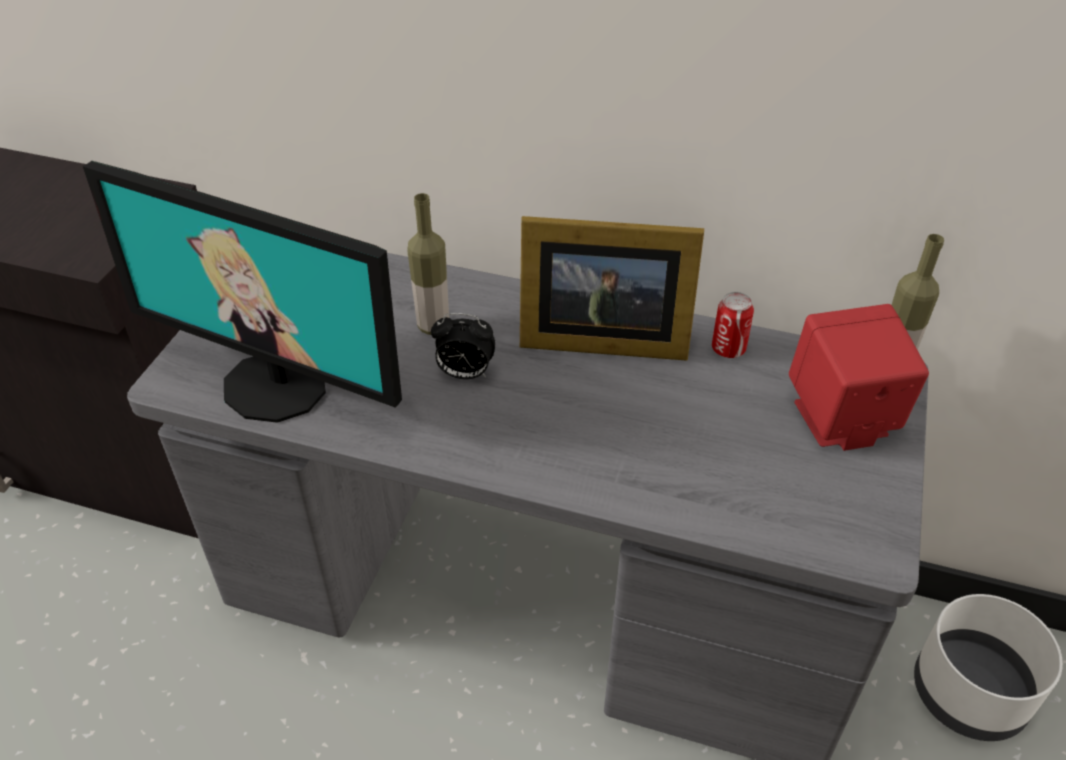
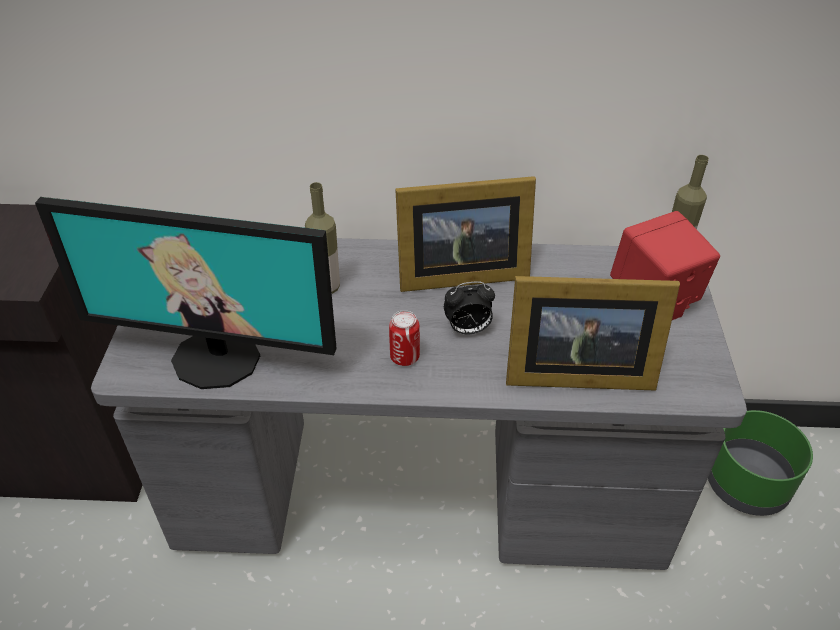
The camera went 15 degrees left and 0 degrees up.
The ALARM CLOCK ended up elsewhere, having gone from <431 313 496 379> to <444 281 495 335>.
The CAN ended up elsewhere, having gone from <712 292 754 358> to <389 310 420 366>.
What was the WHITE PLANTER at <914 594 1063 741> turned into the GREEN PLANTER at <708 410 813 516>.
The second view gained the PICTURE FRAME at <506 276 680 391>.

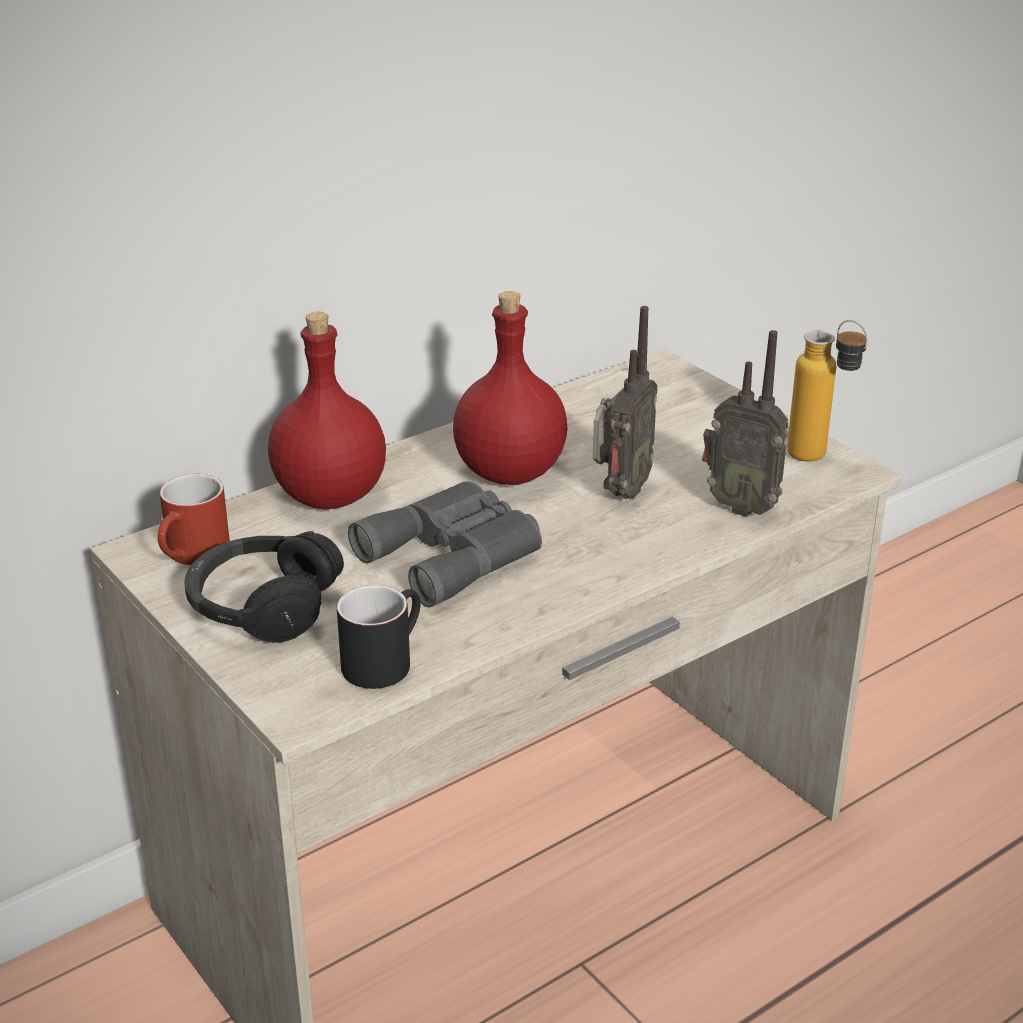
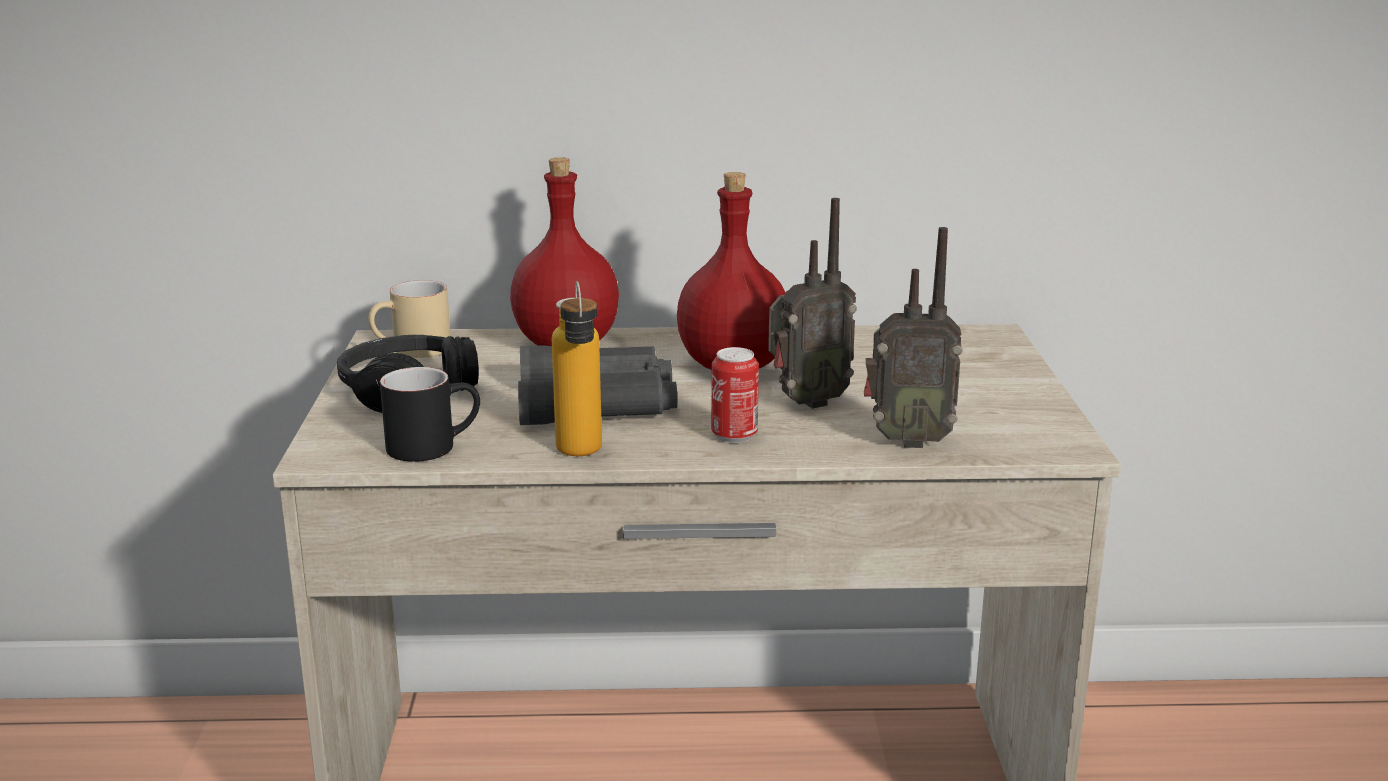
The camera went 35 degrees right and 10 degrees down.
What was the RED MUG at <158 474 230 565> turned into the BEIGE MUG at <368 280 451 358>.
The RADIO at <702 330 789 517> ended up facing another way, 60 degrees counterclockwise from before.
The BOTTLE ended up elsewhere, having gone from <787 320 868 462> to <552 281 602 456>.
The second view gained the CAN at <711 347 759 443>.

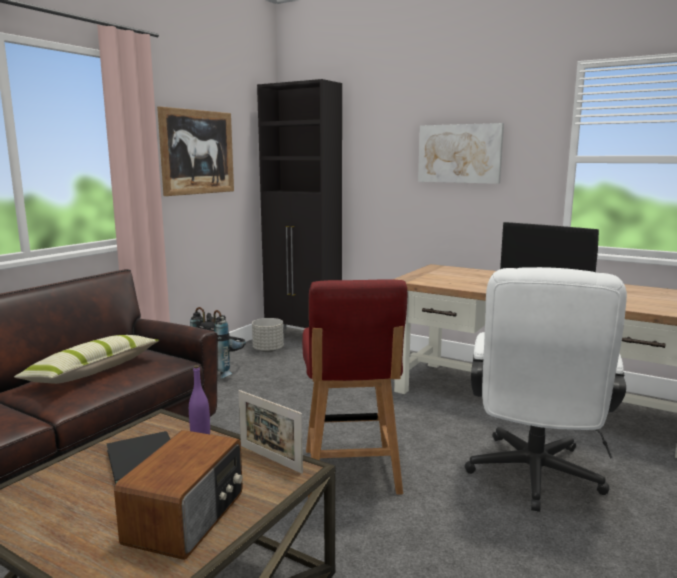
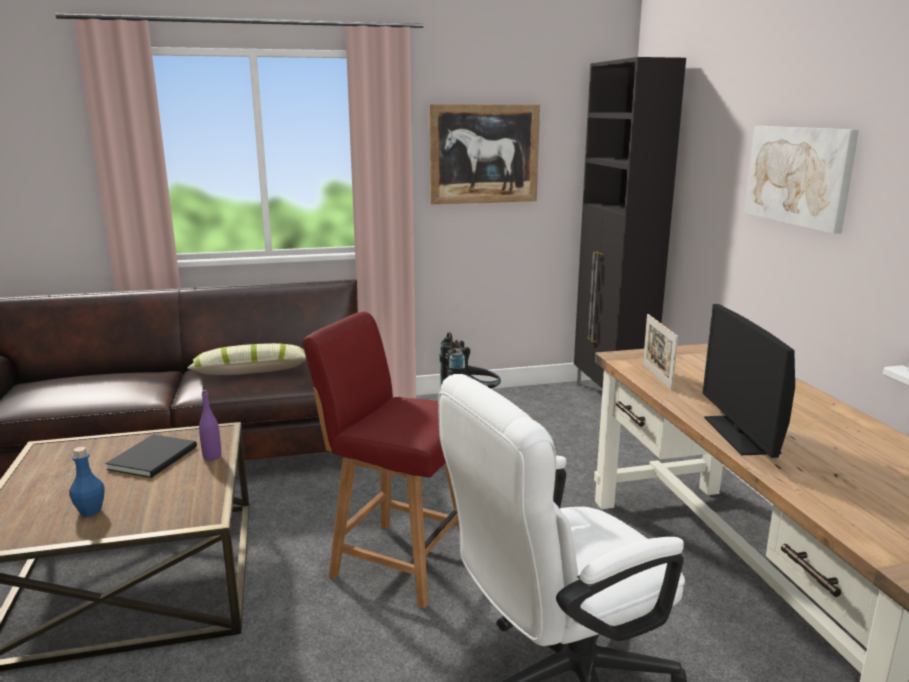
The camera went 45 degrees right and 5 degrees up.
Where the RADIO stood at <114 430 243 560>, the BLUE BOTTLE came to stand at <69 447 105 517>.
The PICTURE FRAME ended up elsewhere, having gone from <238 390 303 474> to <643 314 678 391>.
The second view lost the GREY PLANTER at <252 318 284 352>.
The RED CHAIR at <302 279 408 498> ended up facing another way, 75 degrees clockwise from before.

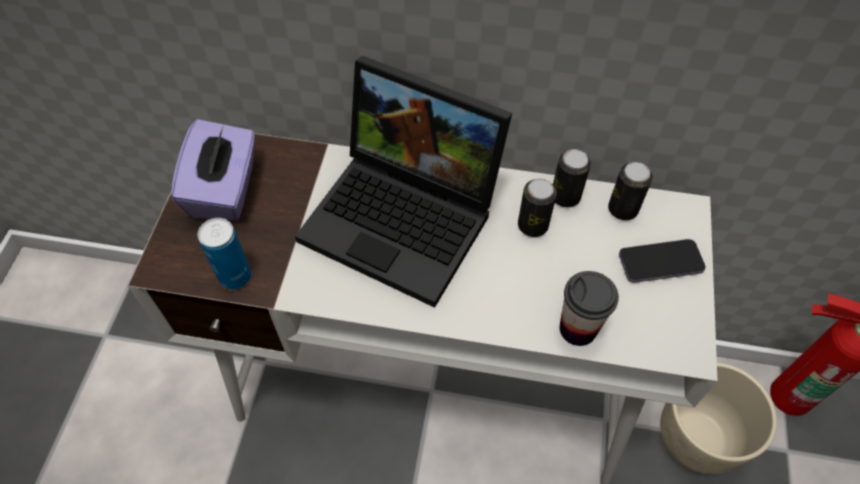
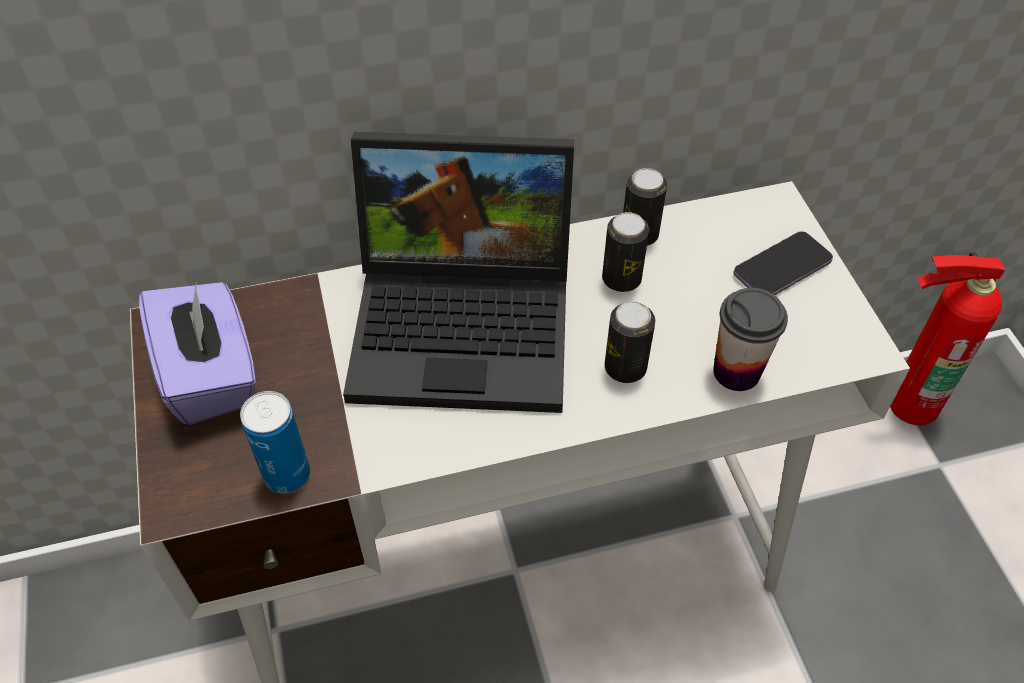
The camera went 25 degrees left and 5 degrees down.
The CAN ended up elsewhere, having gone from <608 162 653 220> to <605 301 655 383>.
The second view lost the BEIGE PLANTER at <660 363 777 474>.

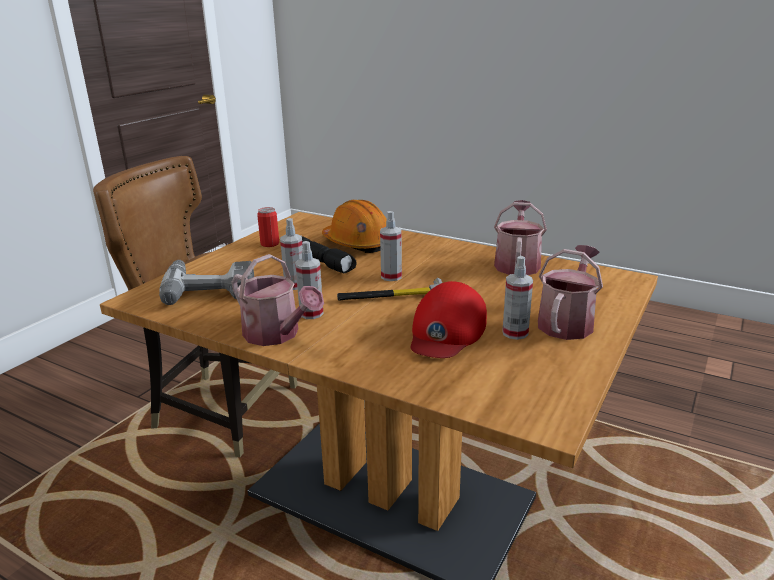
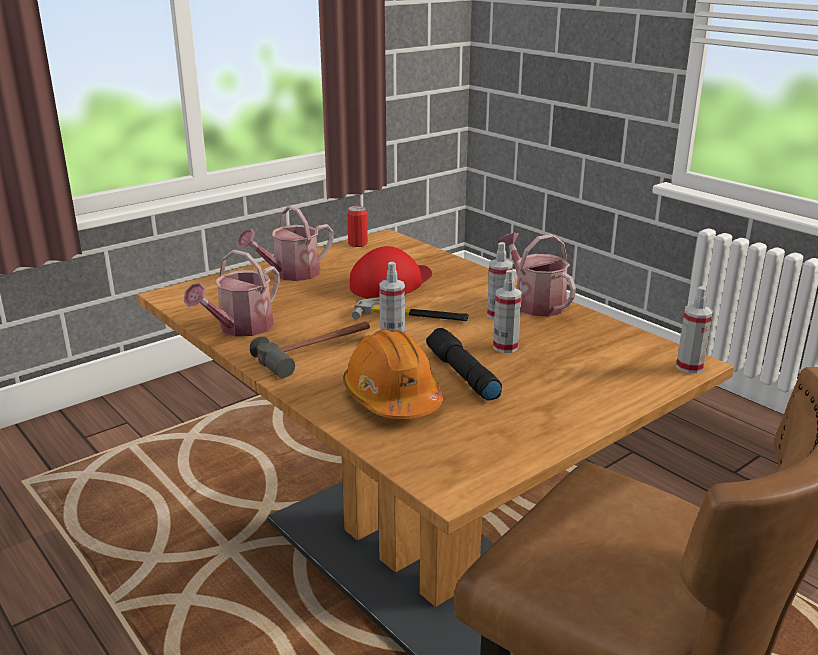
The camera went 160 degrees left and 0 degrees up.
The second view lost the POWER DRILL at <159 260 254 305>.
The CAN ended up elsewhere, having gone from <257 207 279 247> to <347 206 368 247>.
The SPRAY BOTTLE ended up elsewhere, having gone from <502 256 533 340> to <676 286 713 374>.
The second view gained the HAMMER at <250 322 370 378>.

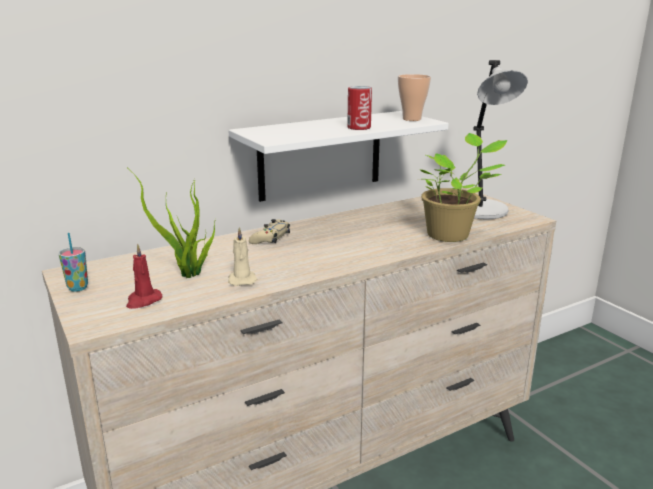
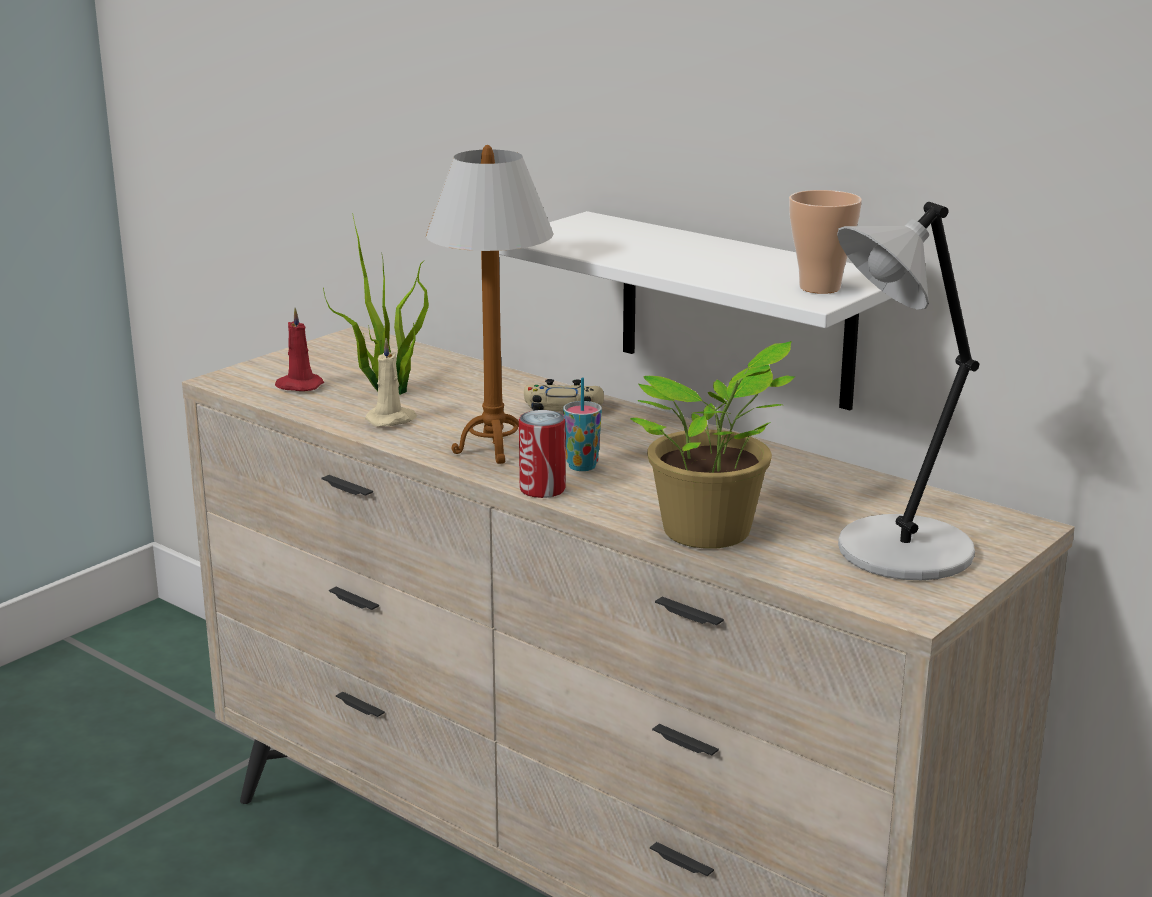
The camera went 70 degrees right and 0 degrees up.
The CUP ended up elsewhere, having gone from <59 233 88 292> to <563 378 602 471>.
The CAN ended up elsewhere, having gone from <347 86 372 130> to <519 410 566 498>.
The second view gained the TABLE LAMP at <426 145 553 464>.

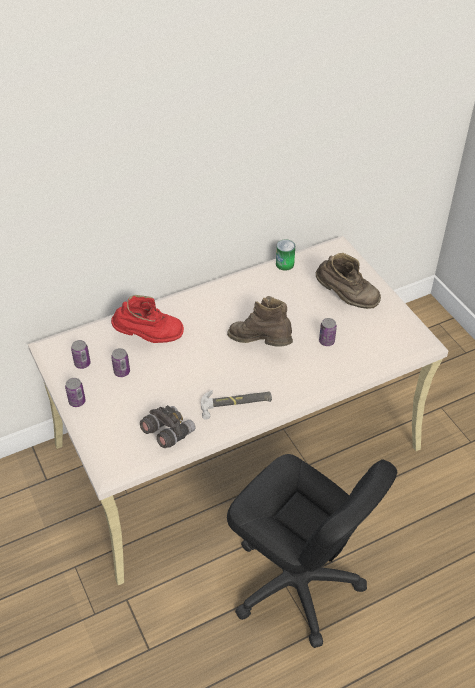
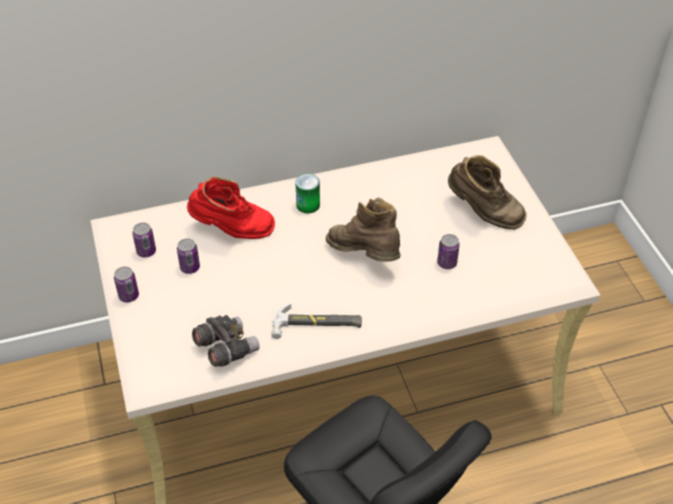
The camera went 10 degrees right and 0 degrees up.
The CAN ended up elsewhere, having gone from <276 240 295 271> to <295 174 320 213>.

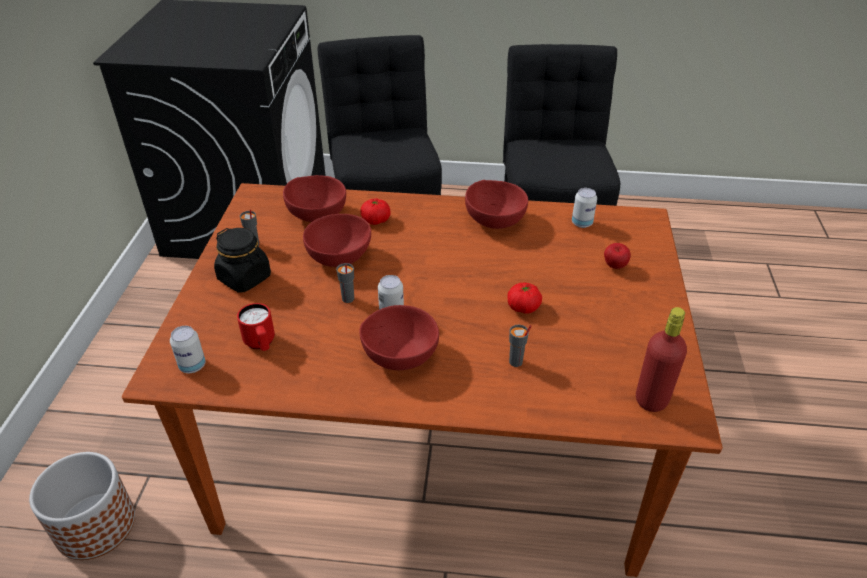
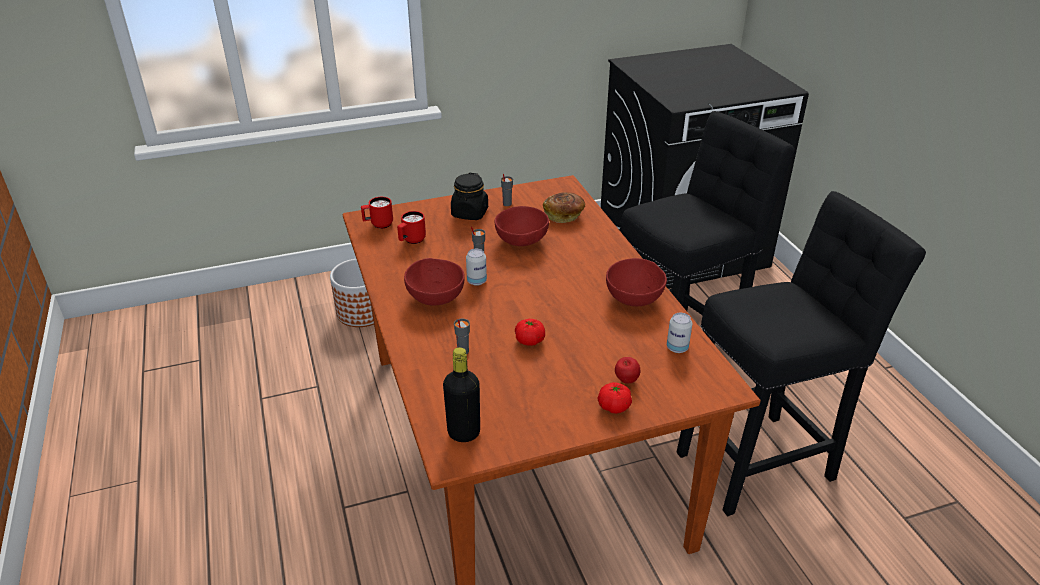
The camera went 65 degrees right and 5 degrees down.
Where the CAN stood at <170 326 206 373>, the RED MUG came to stand at <361 197 393 229>.
Where the RED BOWL stood at <283 175 346 222>, the BREAD came to stand at <543 192 585 223>.
The TOMATO ended up elsewhere, having gone from <360 198 391 225> to <598 382 632 414>.
What was the RED BOTTLE at <636 307 687 412> turned into the BLACK BOTTLE at <443 347 480 442>.

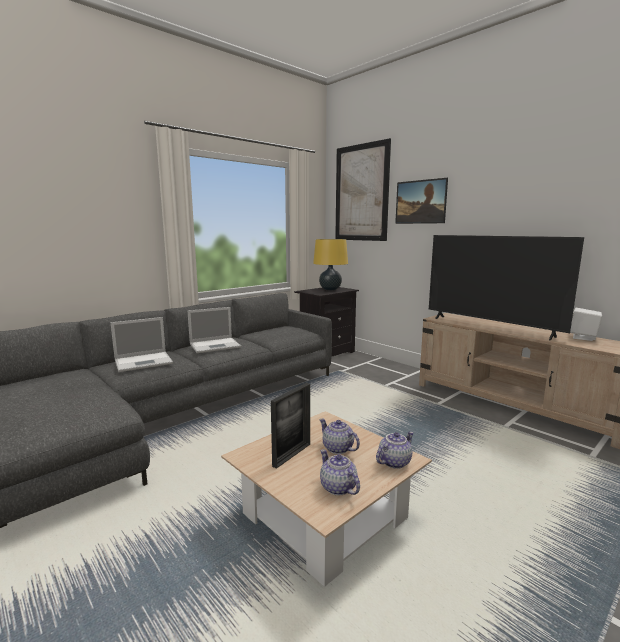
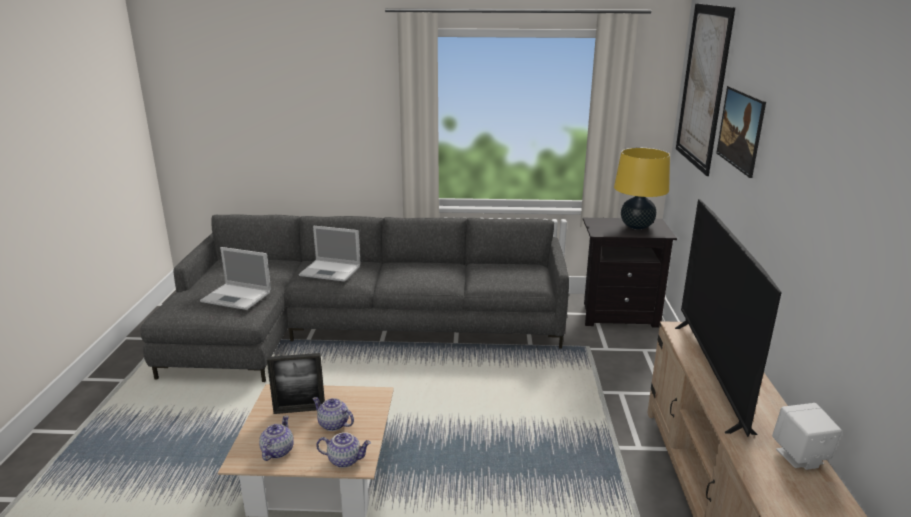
The camera went 45 degrees right and 10 degrees up.
The LAPTOP ended up elsewhere, having gone from <188 307 241 353> to <200 247 271 310>.
The TEAPOT at <319 419 360 454> ended up facing another way, 60 degrees counterclockwise from before.

